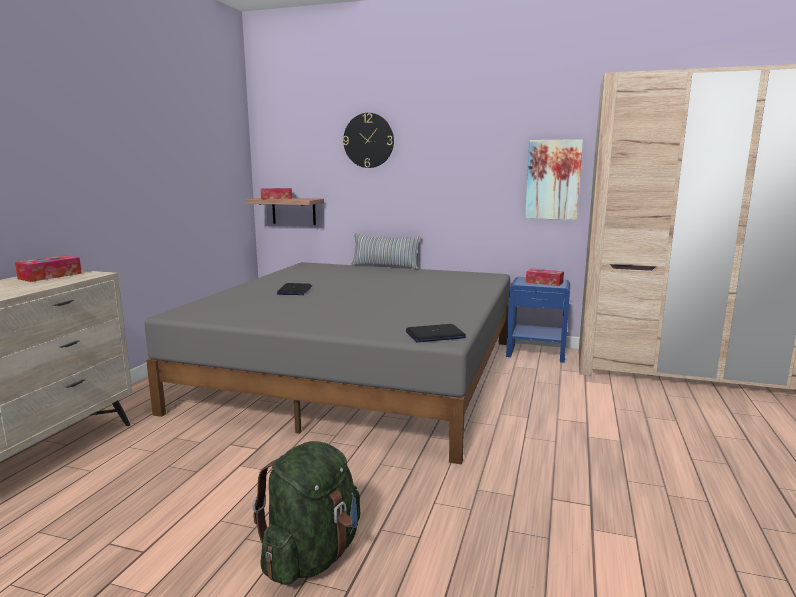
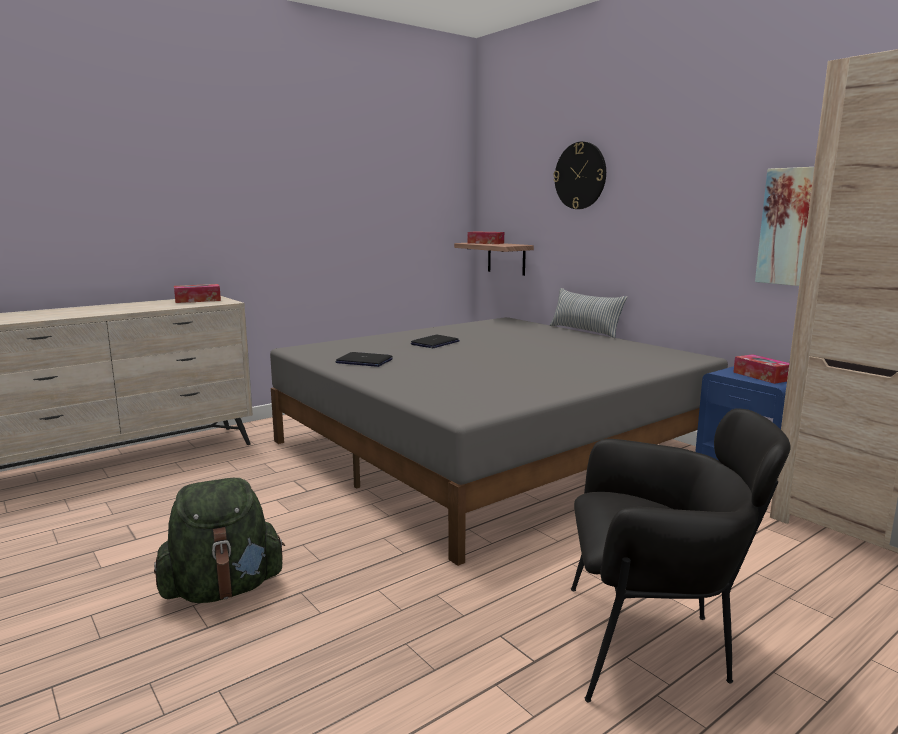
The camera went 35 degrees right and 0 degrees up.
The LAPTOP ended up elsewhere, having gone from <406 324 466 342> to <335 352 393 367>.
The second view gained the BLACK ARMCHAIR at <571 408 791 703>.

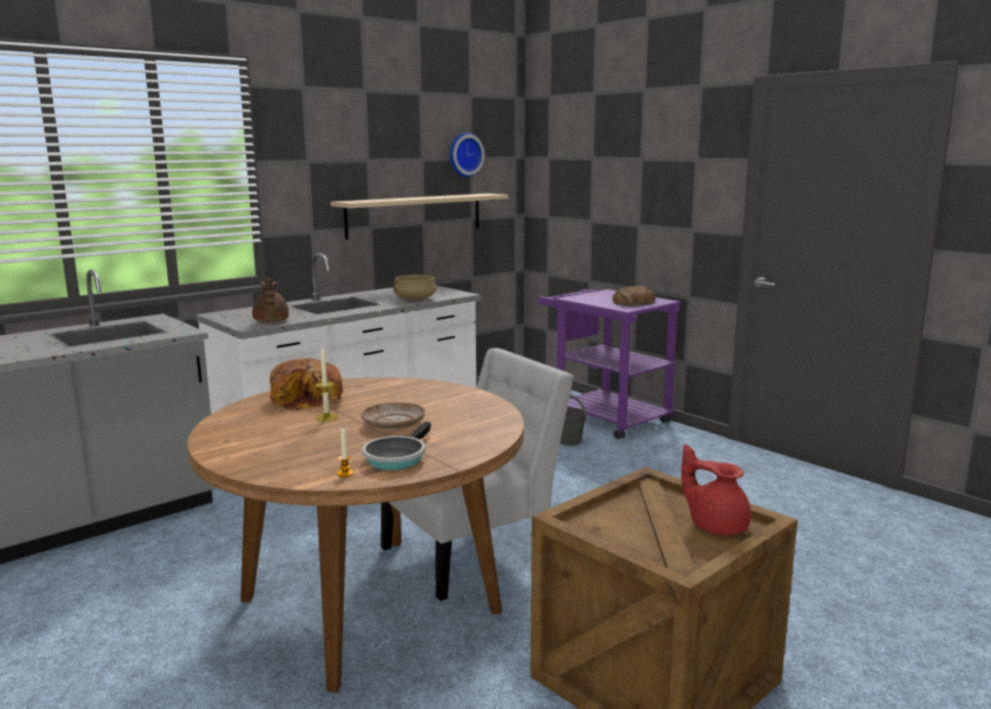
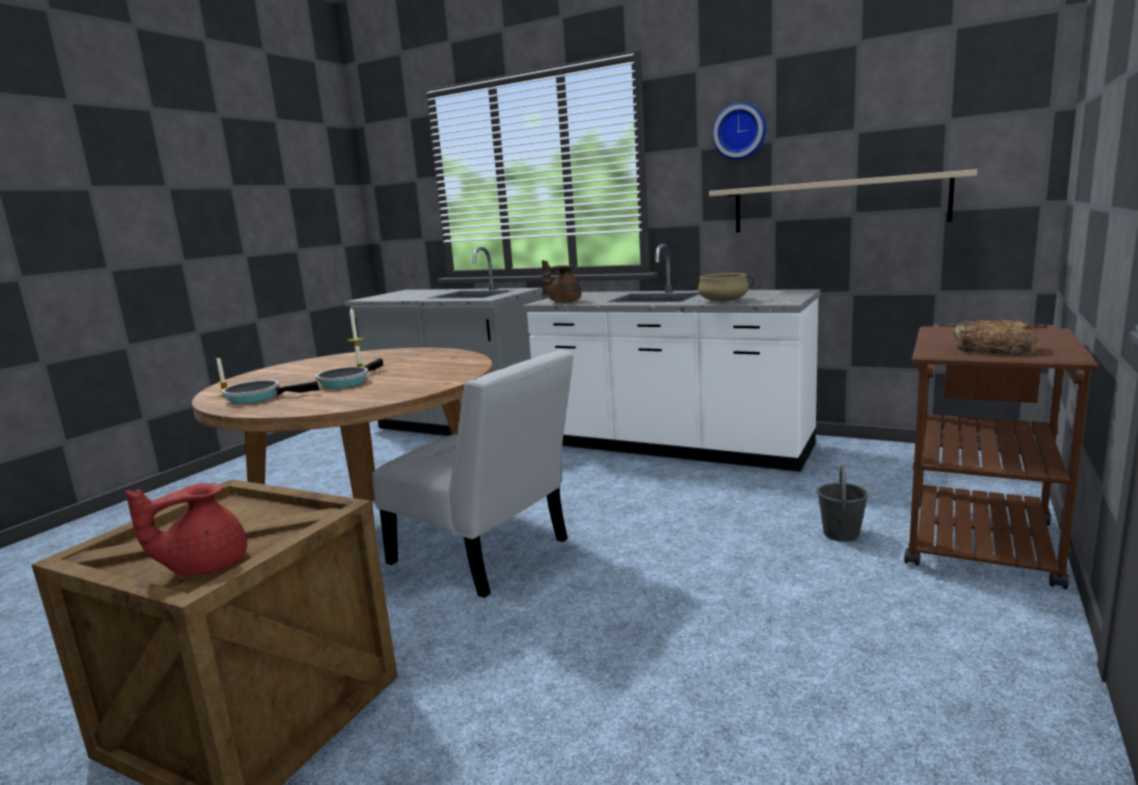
The camera went 70 degrees right and 0 degrees up.
The second view lost the BREAD at <270 358 343 410>.
Where the BEIGE PLATE stood at <361 402 425 430>, the FRYING PAN came to stand at <315 358 383 389>.
The WALL CLOCK ended up elsewhere, having gone from <449 132 485 177> to <712 102 766 160>.
What was the PURPLE CART at <537 289 682 439> turned into the BROWN CART at <904 323 1099 589>.
The RED TEAPOT at <681 444 751 535> ended up facing another way, 150 degrees counterclockwise from before.

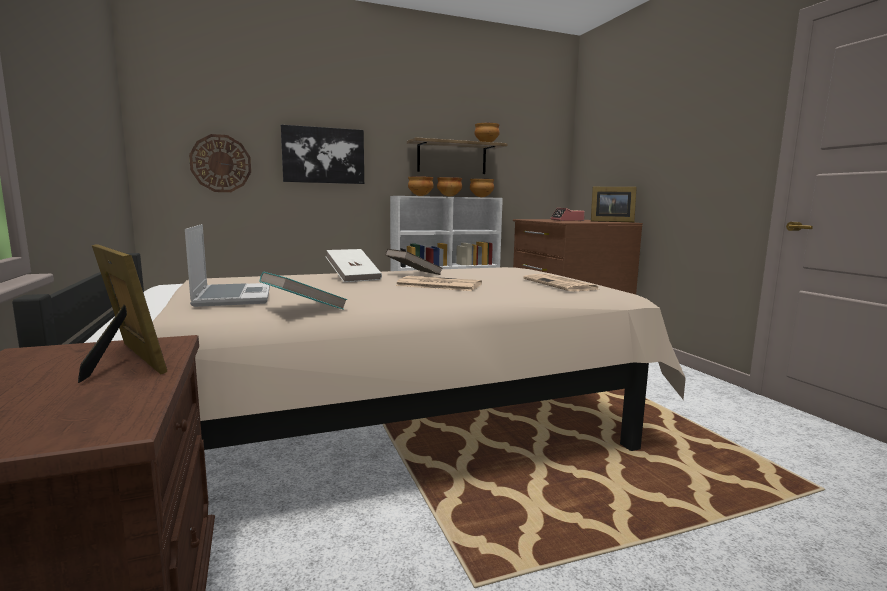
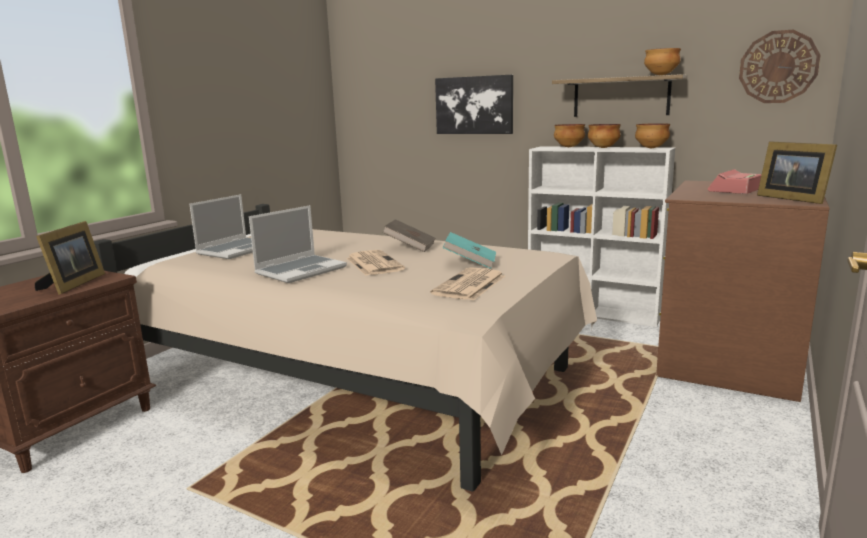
The camera went 50 degrees right and 5 degrees up.
The WALL CLOCK ended up elsewhere, having gone from <189 134 251 192> to <739 29 821 103>.
The TURQUOISE BOOK ended up elsewhere, having gone from <259 272 348 310> to <442 232 496 269>.
The second view lost the WHITE BOOK at <325 249 382 282>.
The second view gained the LAPTOP at <249 205 347 283>.

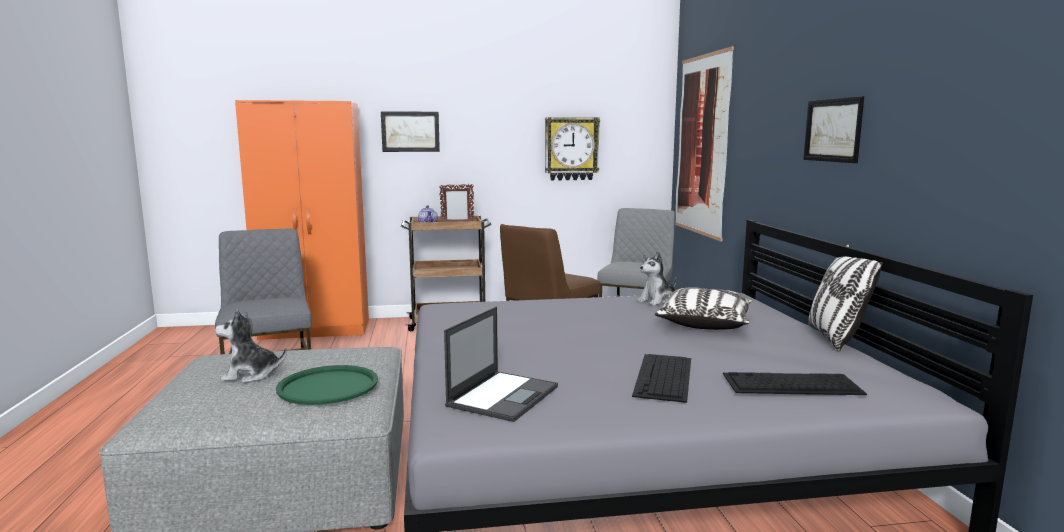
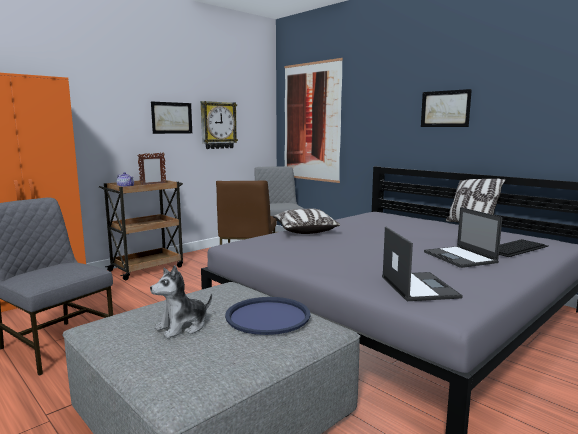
The camera went 35 degrees left and 0 degrees up.
What was the GREEN TRAY at <276 365 378 405> turned into the BLUE TRAY at <225 297 311 335>.
The PICTURE ended up elsewhere, having gone from <381 111 440 152> to <151 101 192 134>.
Where the KEYBOARD stood at <632 354 691 403>, the LAPTOP came to stand at <424 207 502 268>.
The second view lost the PLUSH TOY at <637 251 676 306>.
The PILLOW ended up elsewhere, having gone from <655 287 752 330> to <273 209 340 234>.

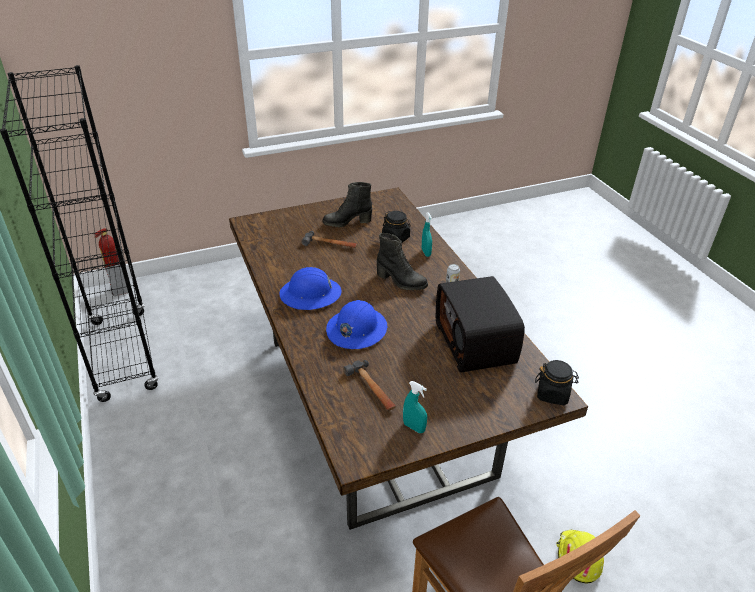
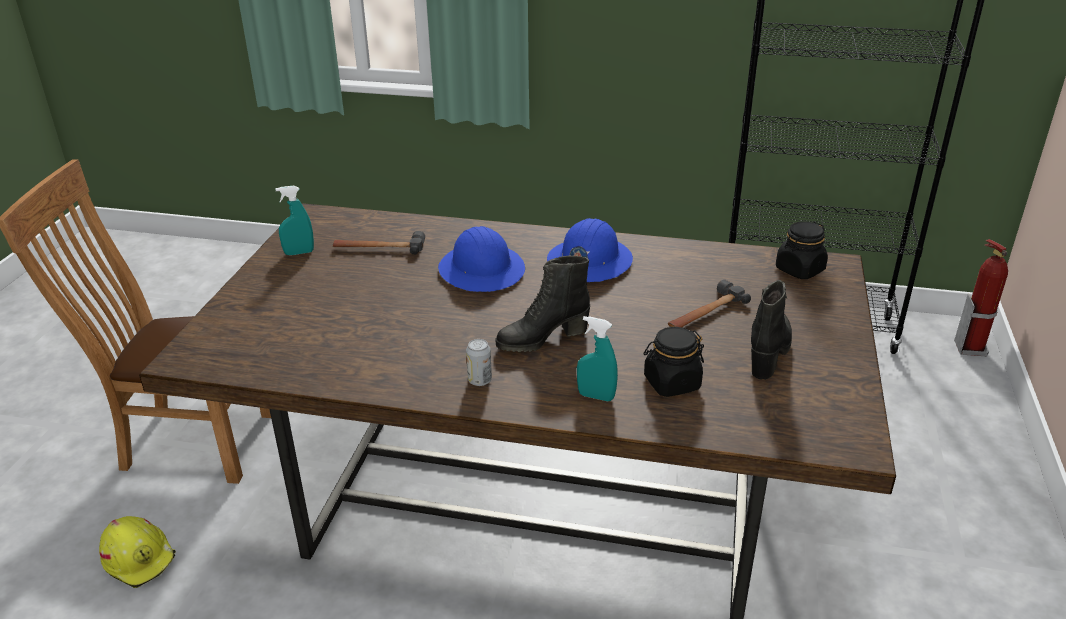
The camera went 125 degrees right and 5 degrees down.
The second view lost the RADIO at <436 276 525 372>.
The BLACK JAR ended up elsewhere, having gone from <535 360 579 405> to <776 221 828 279>.

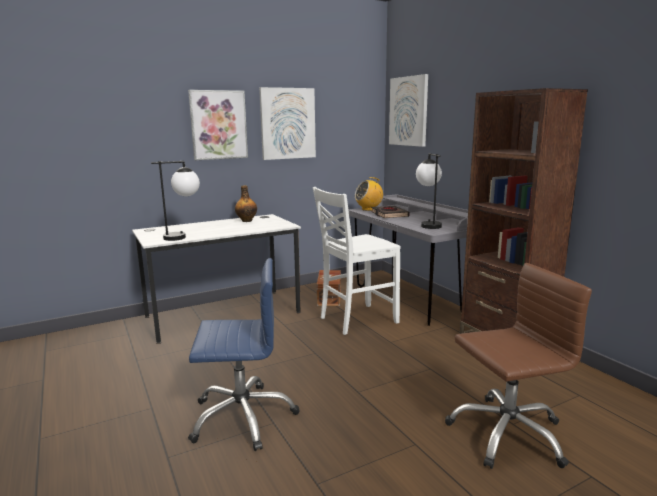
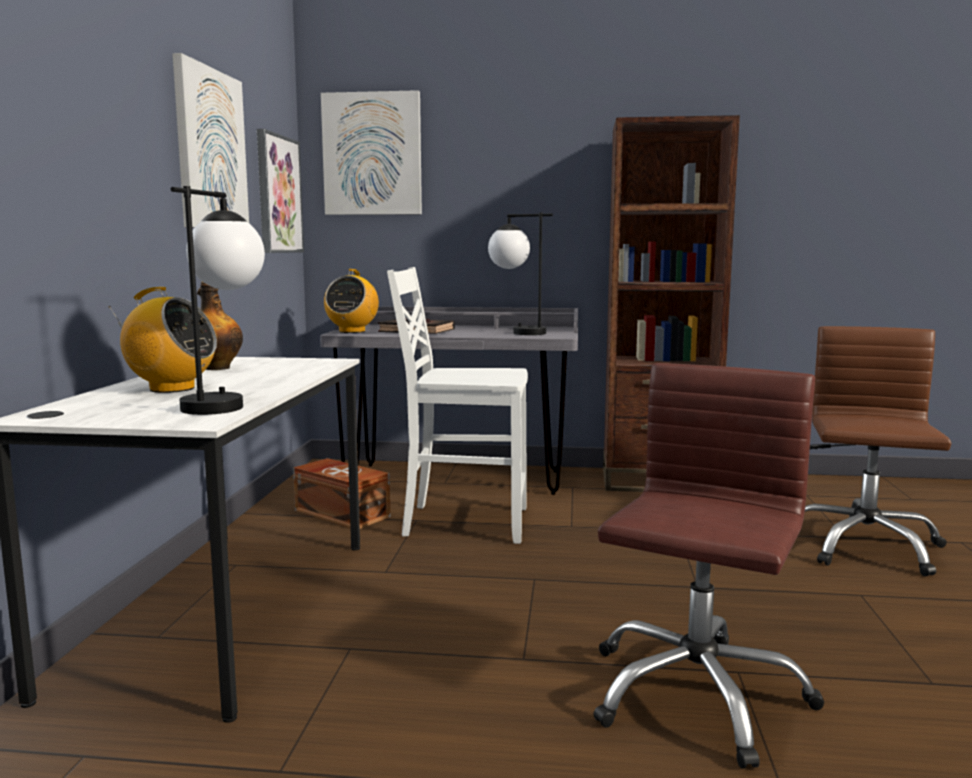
The camera went 55 degrees left and 5 degrees down.
The PICTURE ended up elsewhere, having gone from <188 90 248 160> to <257 129 304 253>.
What was the BLUE OFFICE CHAIR at <188 258 299 451> turned into the BROWN OFFICE CHAIR at <593 363 824 769>.
The WHITE CHAIR at <313 187 401 335> ended up facing another way, 90 degrees clockwise from before.
The second view gained the RADIO at <109 287 217 393>.

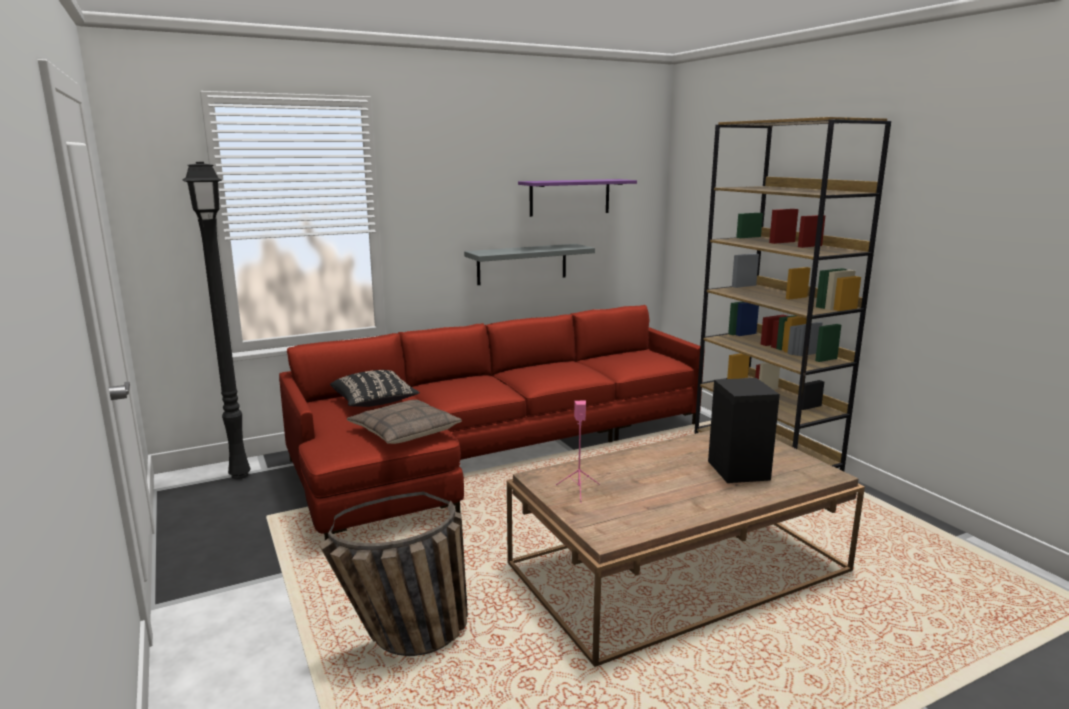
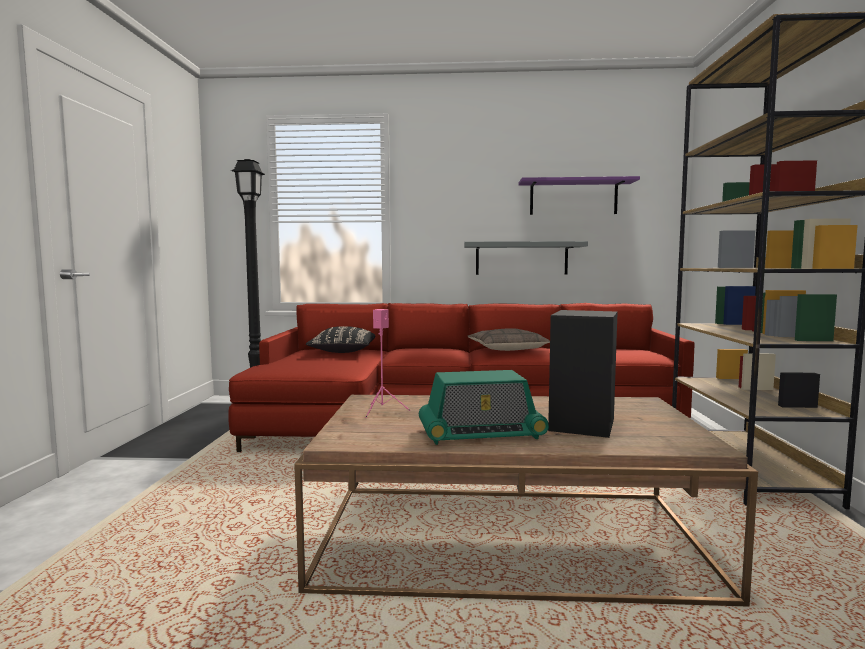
The camera went 30 degrees right and 10 degrees down.
The second view lost the BASKET at <318 491 468 656>.
The PILLOW ended up elsewhere, having gone from <347 400 462 444> to <467 328 550 351>.
The second view gained the RADIO at <419 370 549 445>.

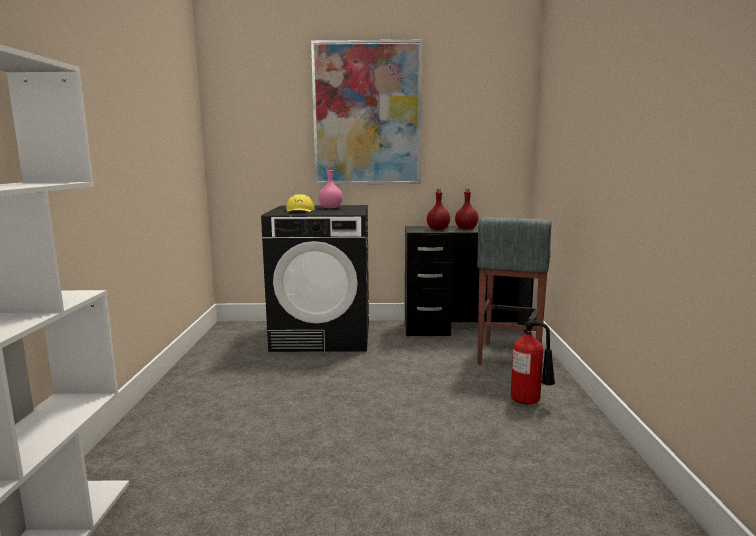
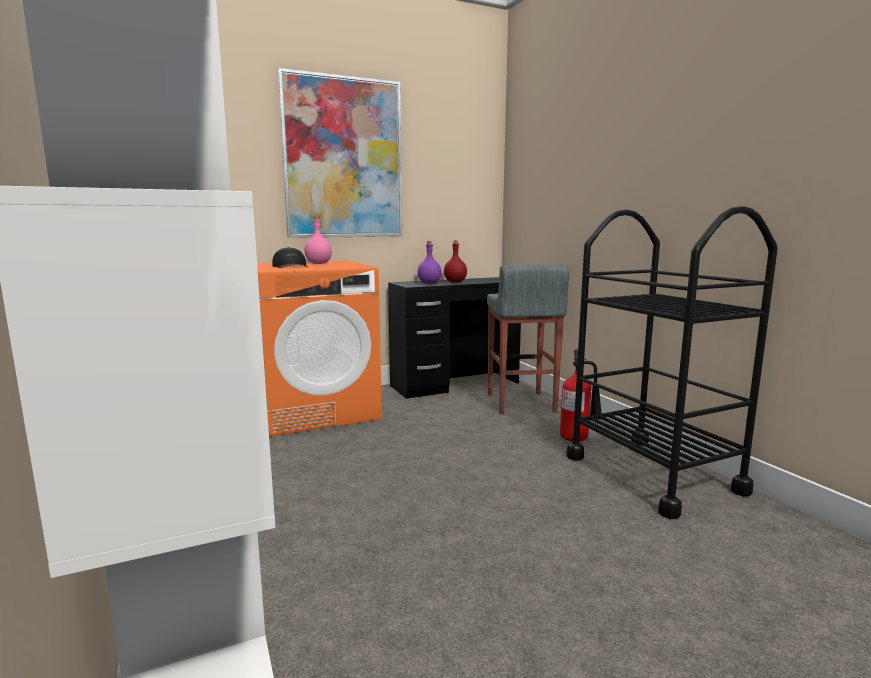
The camera went 25 degrees left and 0 degrees up.
What was the BLACK WASHING MACHINE at <261 205 369 352> turned into the ORANGE WASHING MACHINE at <257 261 382 437>.
What was the YELLOW CAP at <286 194 314 212> turned into the BLACK CAP at <272 247 307 268>.
What was the RED BOTTLE at <427 189 450 230> turned into the PURPLE BOTTLE at <418 241 442 284>.
The second view gained the BLACK CART at <567 206 778 519>.

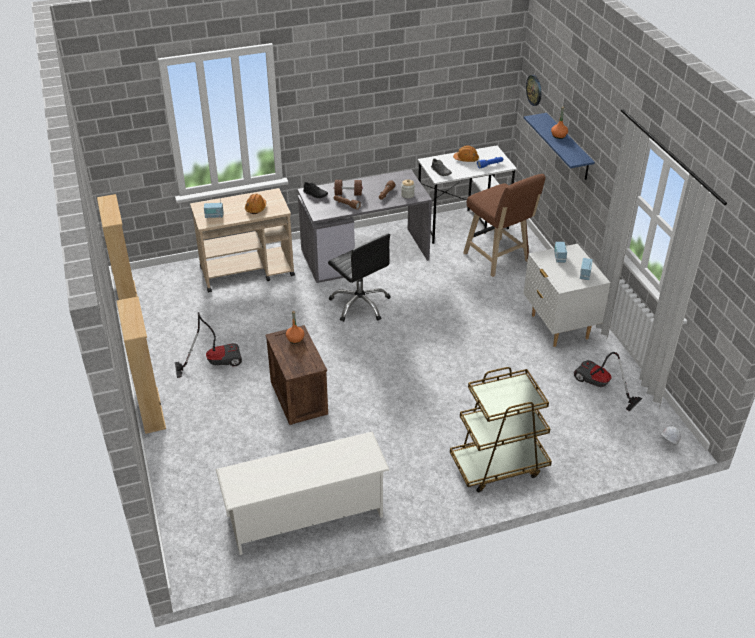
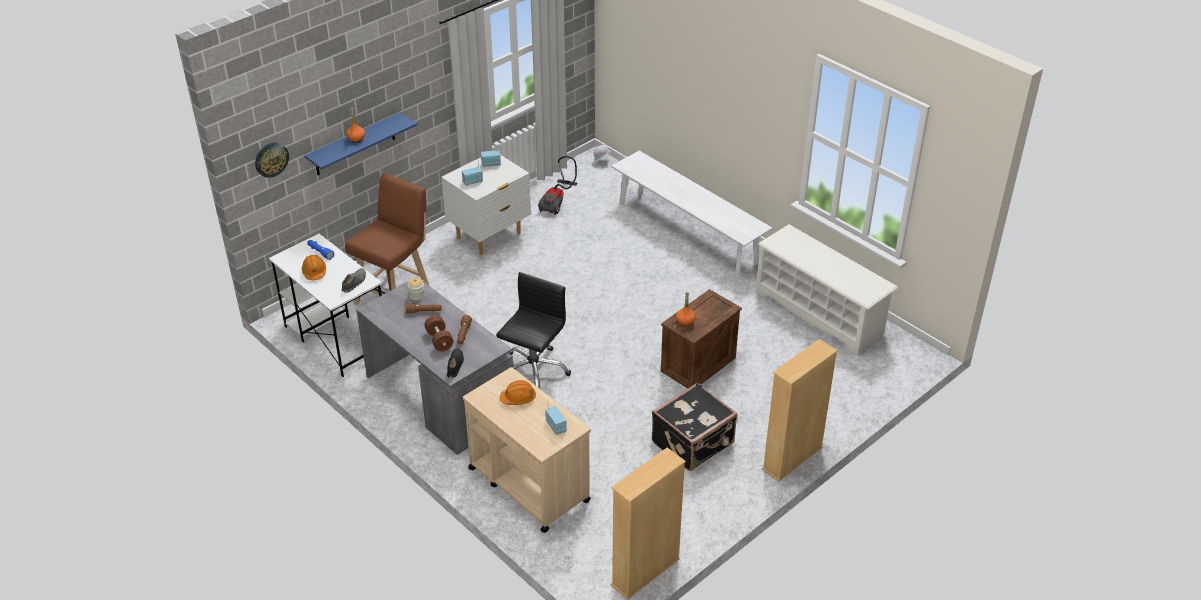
The camera went 115 degrees left and 0 degrees up.
Where the VACUUM CLEANER stood at <175 312 242 378>, the BLACK SUITCASE came to stand at <652 382 738 471>.
Where the BROWN CART stood at <450 367 552 492>, the WHITE BENCH came to stand at <611 151 772 277>.

